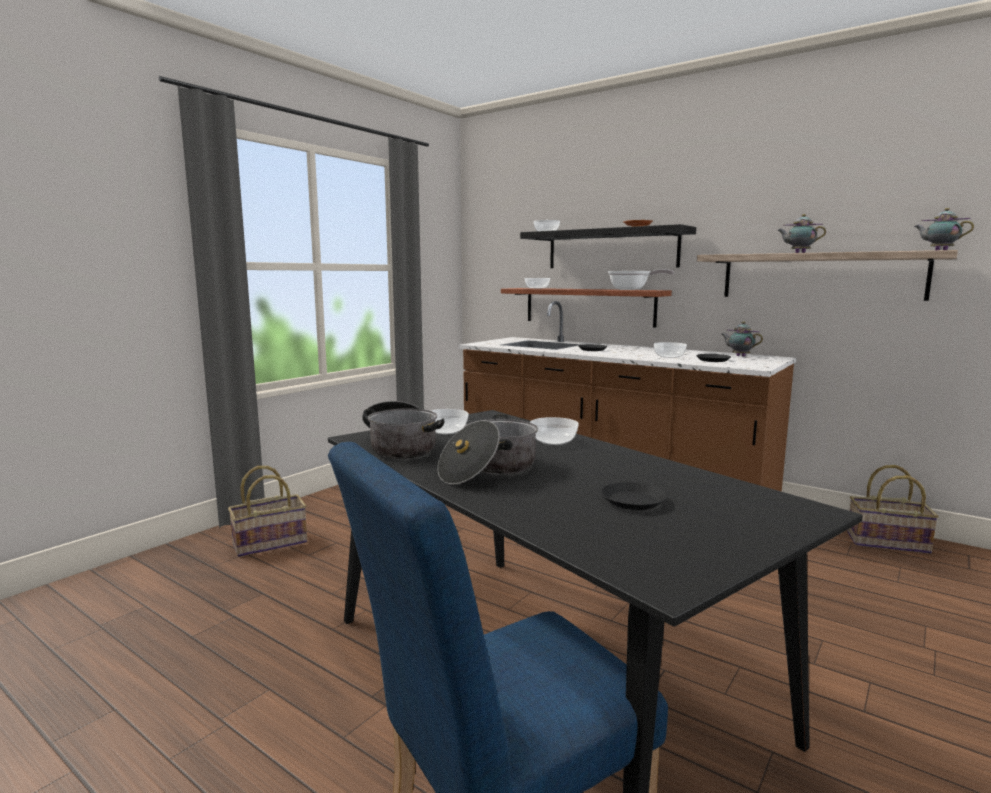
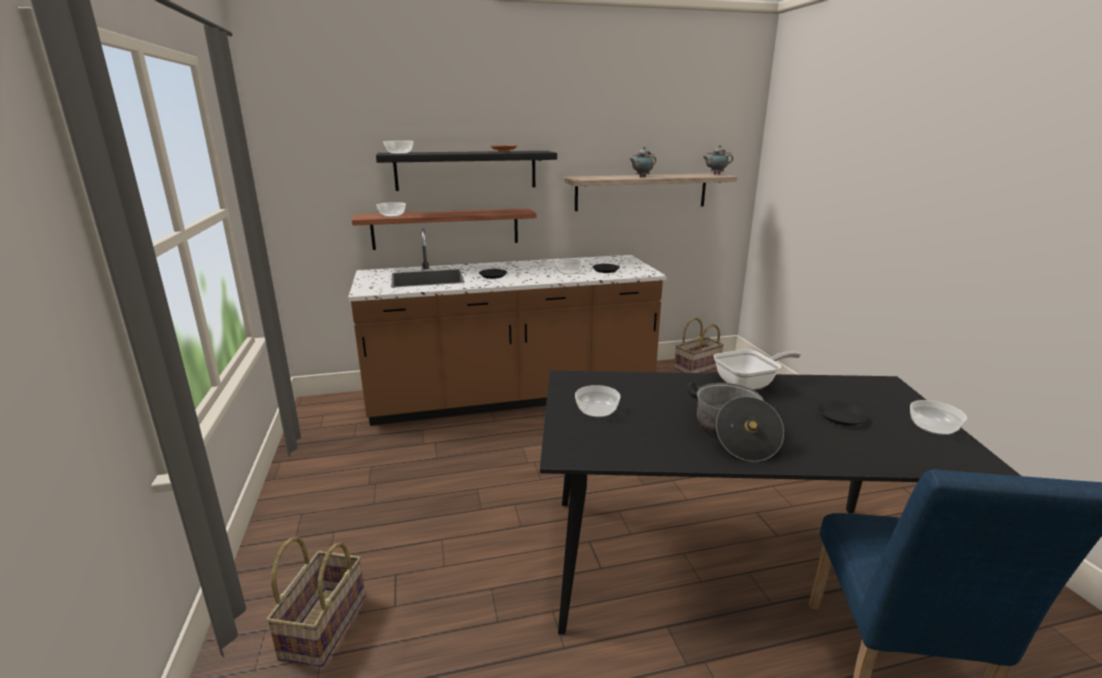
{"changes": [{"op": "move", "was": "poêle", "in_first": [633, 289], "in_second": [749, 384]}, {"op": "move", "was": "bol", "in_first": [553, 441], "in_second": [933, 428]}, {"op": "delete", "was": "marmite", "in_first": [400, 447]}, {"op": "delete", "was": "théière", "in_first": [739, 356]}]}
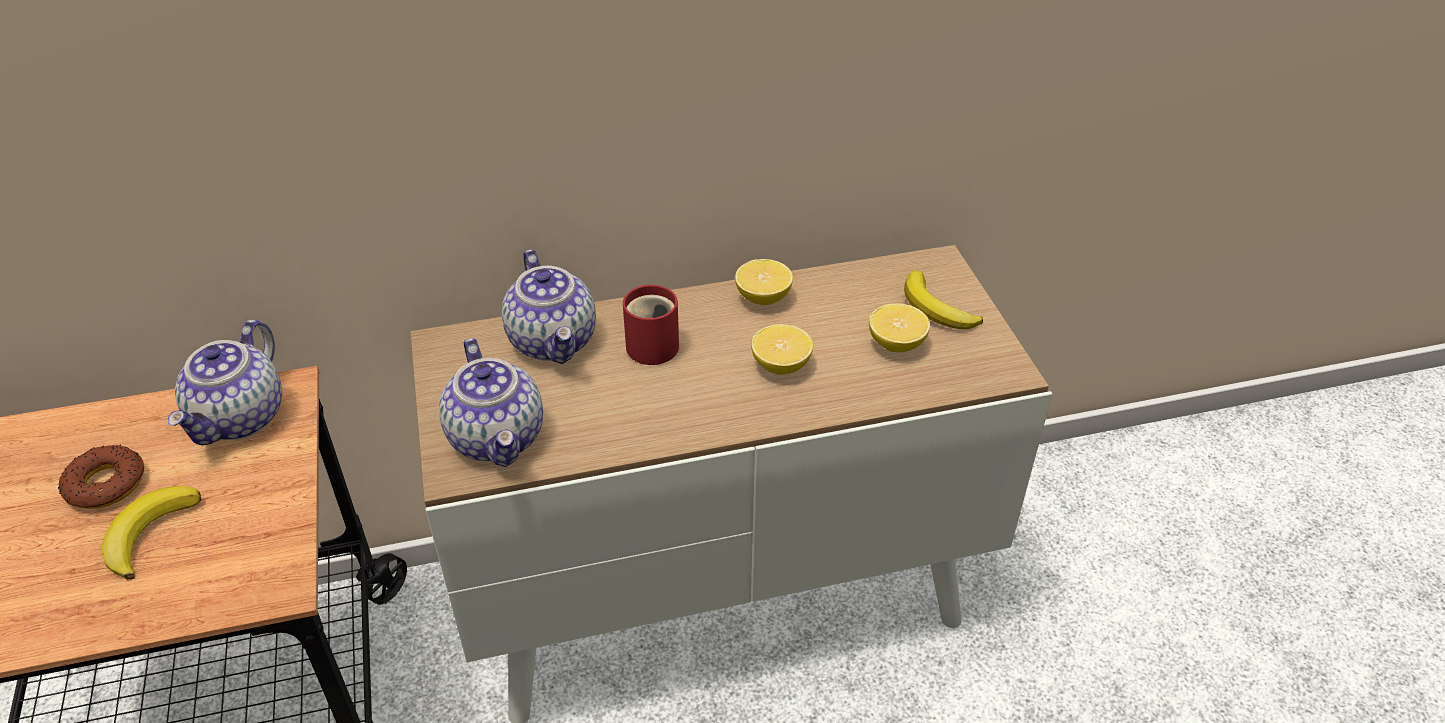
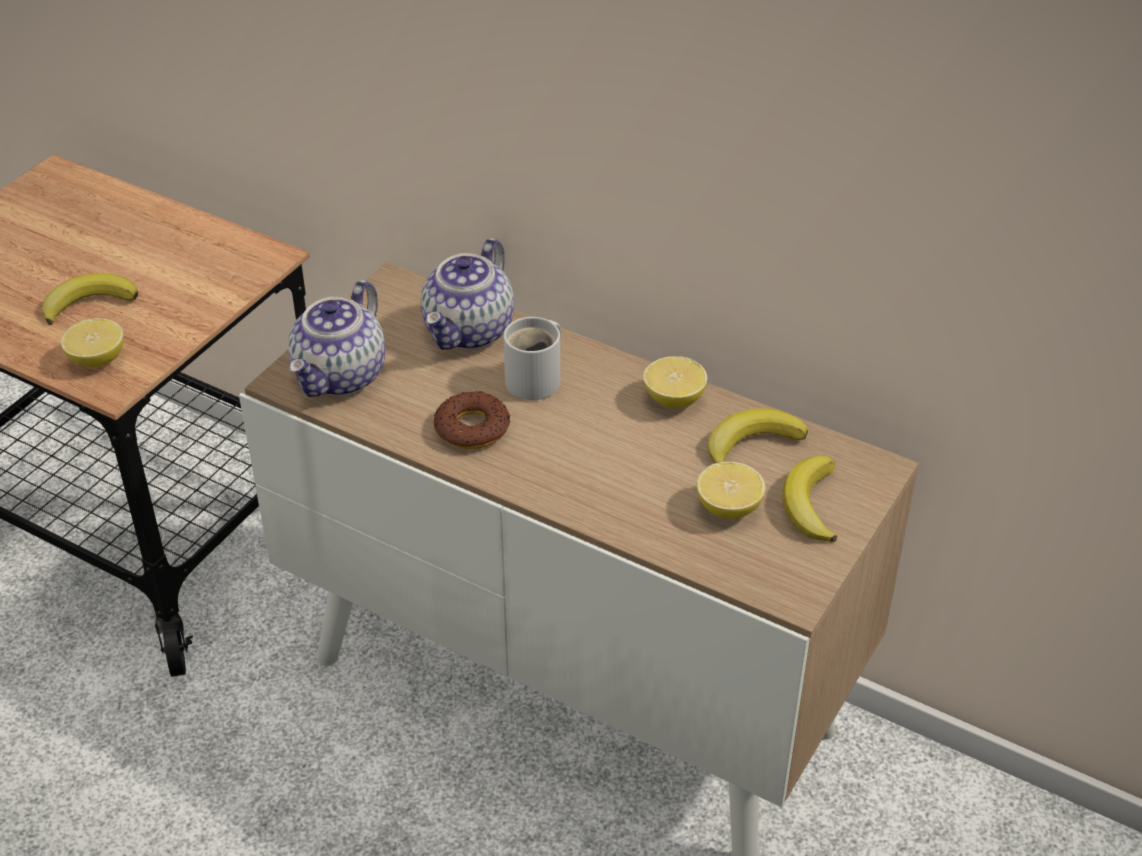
{"changes": [{"op": "move", "was": "citron", "in_first": [781, 366], "in_second": [97, 359]}, {"op": "move", "was": "beignet", "in_first": [106, 484], "in_second": [472, 428]}, {"op": "recolor", "was": "mug/rouge", "now": "mug/blanc", "in_first": [653, 343], "in_second": [537, 379]}, {"op": "insert", "now": "banane", "in_second": [751, 442]}, {"op": "delete", "was": "théière", "in_first": [240, 418]}]}
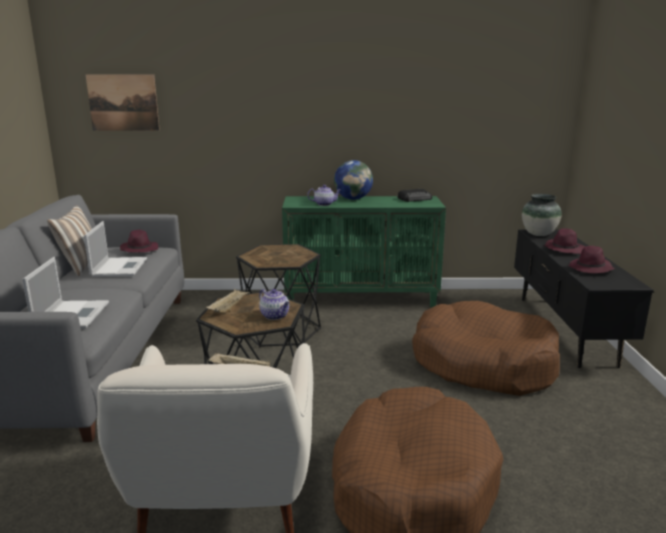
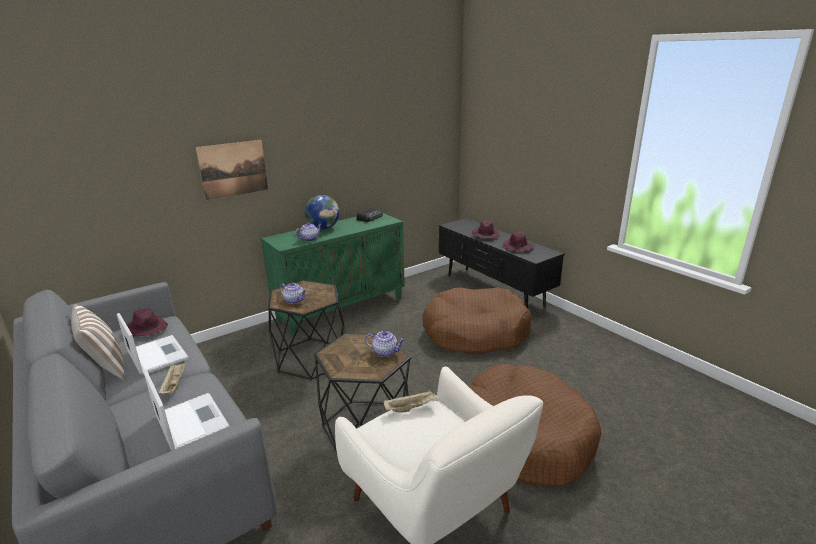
{"changes": [{"op": "move", "was": "plateau/beige", "in_first": [228, 308], "in_second": [174, 384]}, {"op": "move", "was": "tableau", "in_first": [123, 102], "in_second": [233, 169]}, {"op": "insert", "now": "théière", "in_second": [294, 301]}, {"op": "delete", "was": "vase", "in_first": [538, 234]}]}
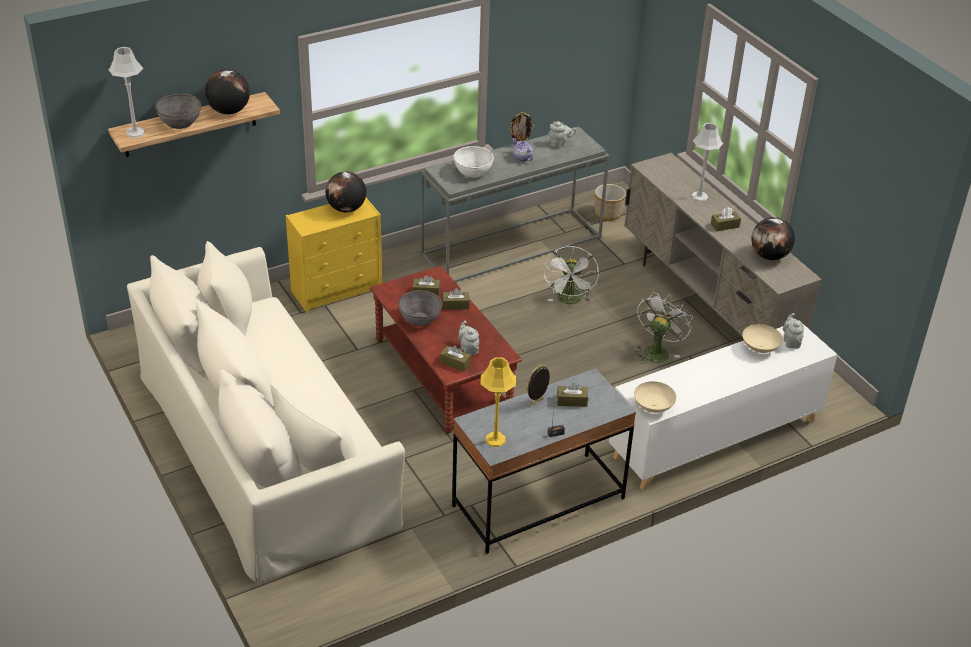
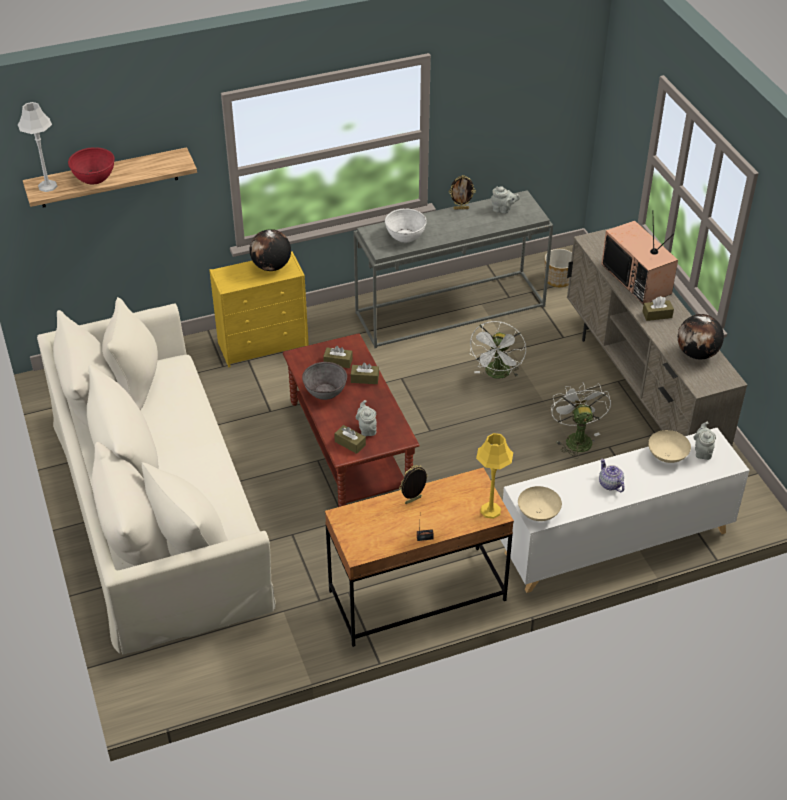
{"changes": [{"op": "recolor", "was": "bol/gris", "now": "bol/rouge", "in_first": [180, 122], "in_second": [94, 177]}, {"op": "recolor", "was": "bureau/gris", "now": "bureau/marron", "in_first": [538, 502], "in_second": [417, 596]}, {"op": "move", "was": "lampe de table/jaune", "in_first": [495, 439], "in_second": [490, 510]}, {"op": "rotate", "was": "ventilateur/blanc", "in_first": [657, 351], "in_second": [576, 438], "clockwise": -45}, {"op": "move", "was": "théière", "in_first": [521, 158], "in_second": [610, 484]}, {"op": "replace", "was": "lampe de table/gris", "now": "téléviseur", "in_first": [699, 196], "in_second": [638, 279]}, {"op": "delete", "was": "globe", "in_first": [228, 111]}, {"op": "delete", "was": "boîte à mouchoirs/marron", "in_first": [572, 401]}]}
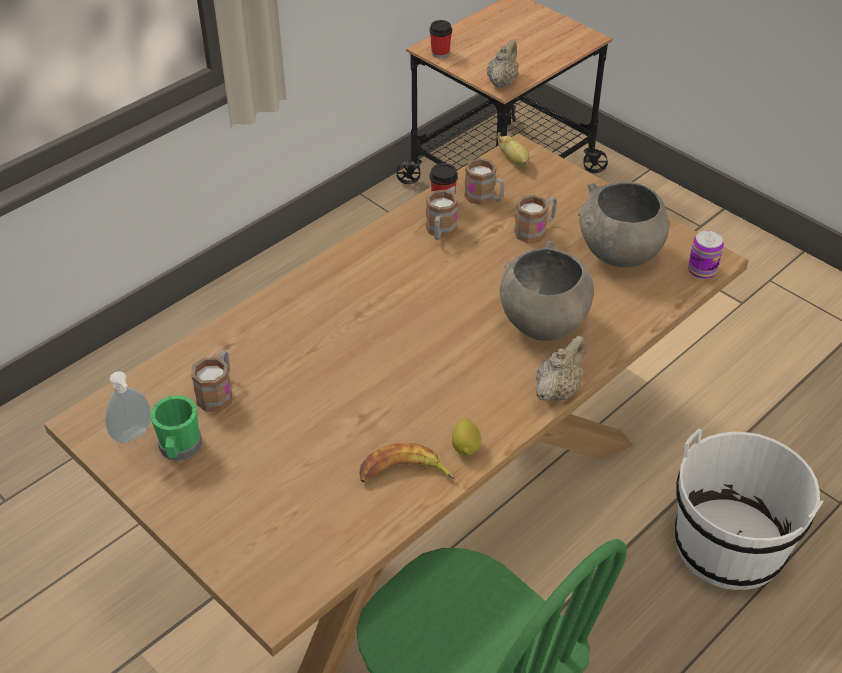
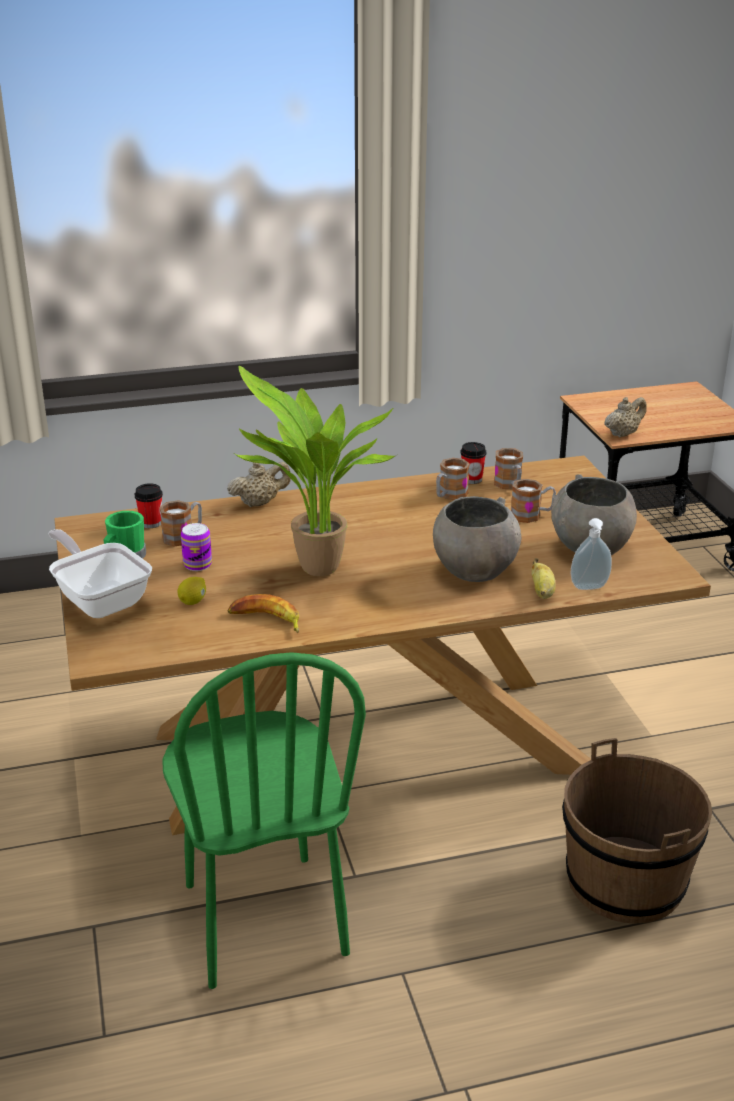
{"changes": [{"op": "insert", "now": "poêle", "in_second": [100, 599]}, {"op": "move", "was": "tasse", "in_first": [440, 53], "in_second": [151, 523]}, {"op": "move", "was": "citron", "in_first": [466, 447], "in_second": [193, 601]}, {"op": "move", "was": "boîte métallique", "in_first": [702, 270], "in_second": [197, 564]}, {"op": "move", "was": "théière/beige", "in_first": [558, 390], "in_second": [260, 503]}, {"op": "insert", "now": "plante en pot", "in_second": [315, 571]}, {"op": "move", "was": "banane", "in_first": [514, 160], "in_second": [542, 592]}, {"op": "recolor", "was": "seau/blanc", "now": "seau/marron", "in_first": [729, 545], "in_second": [625, 881]}, {"op": "move", "was": "distributeur de savon", "in_first": [134, 436], "in_second": [589, 588]}]}
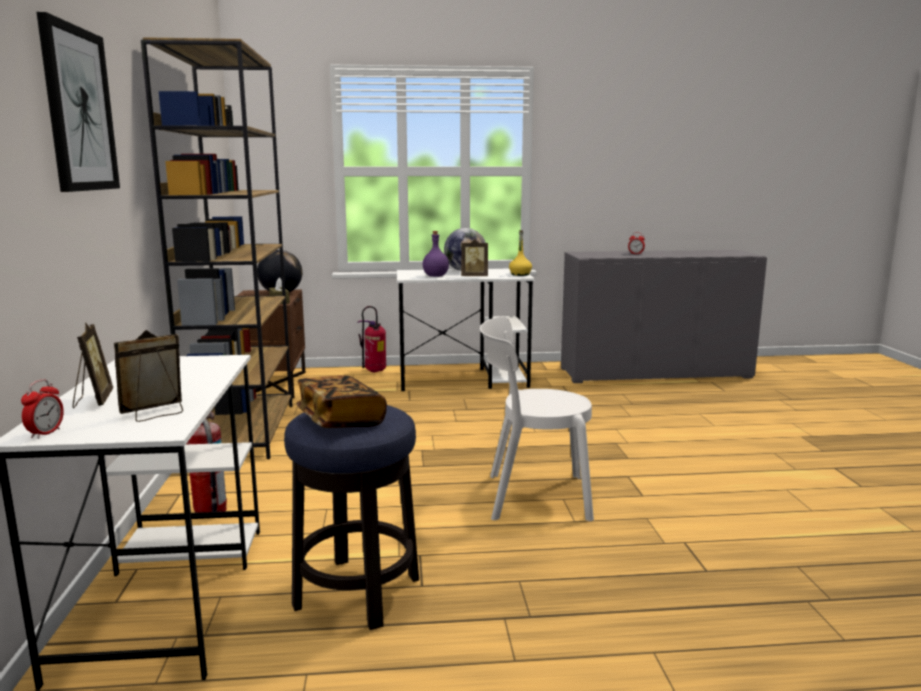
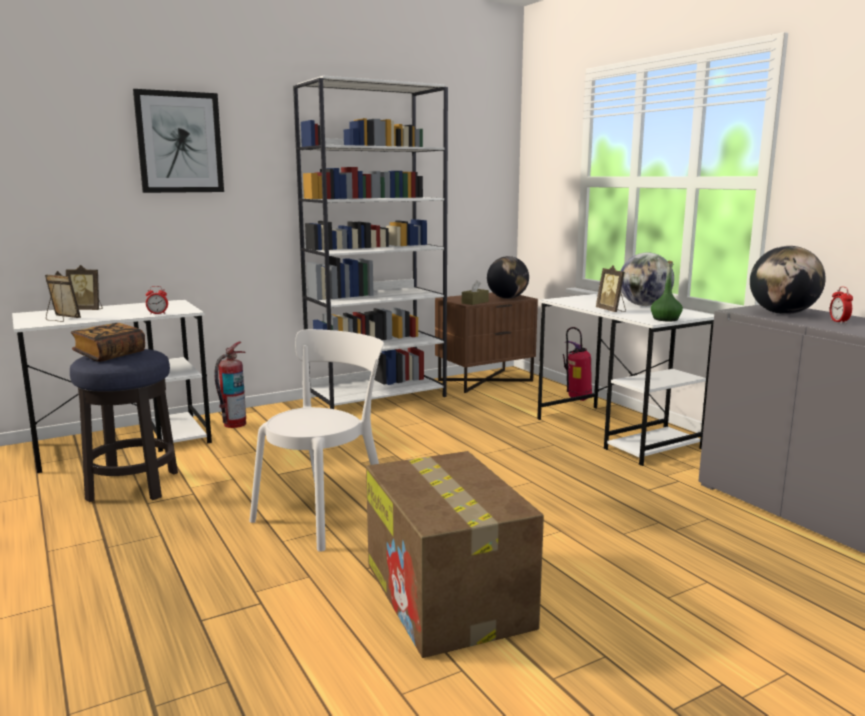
{"changes": [{"op": "rotate", "was": "cadre photo", "in_first": [93, 401], "in_second": [87, 310], "clockwise": 45}, {"op": "move", "was": "réveil", "in_first": [46, 433], "in_second": [158, 313]}, {"op": "rotate", "was": "chaise/blanc", "in_first": [531, 496], "in_second": [325, 514], "clockwise": 60}, {"op": "recolor", "was": "bibliothèque/marron", "now": "bibliothèque/blanc", "in_first": [243, 430], "in_second": [377, 397]}, {"op": "insert", "now": "carton", "in_second": [448, 597]}, {"op": "recolor", "was": "bouteille/jaune", "now": "bouteille/vert", "in_first": [520, 274], "in_second": [665, 319]}, {"op": "insert", "now": "globe", "in_second": [782, 313]}, {"op": "delete", "was": "bouteille/violet", "in_first": [435, 276]}]}
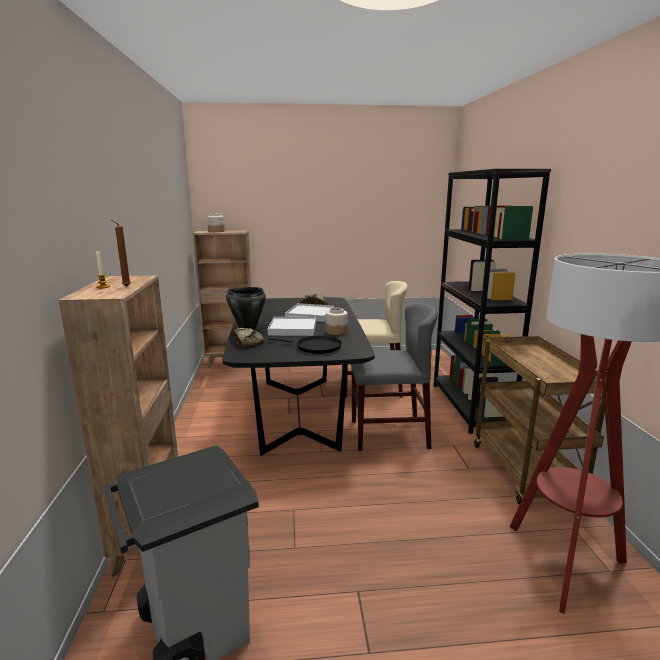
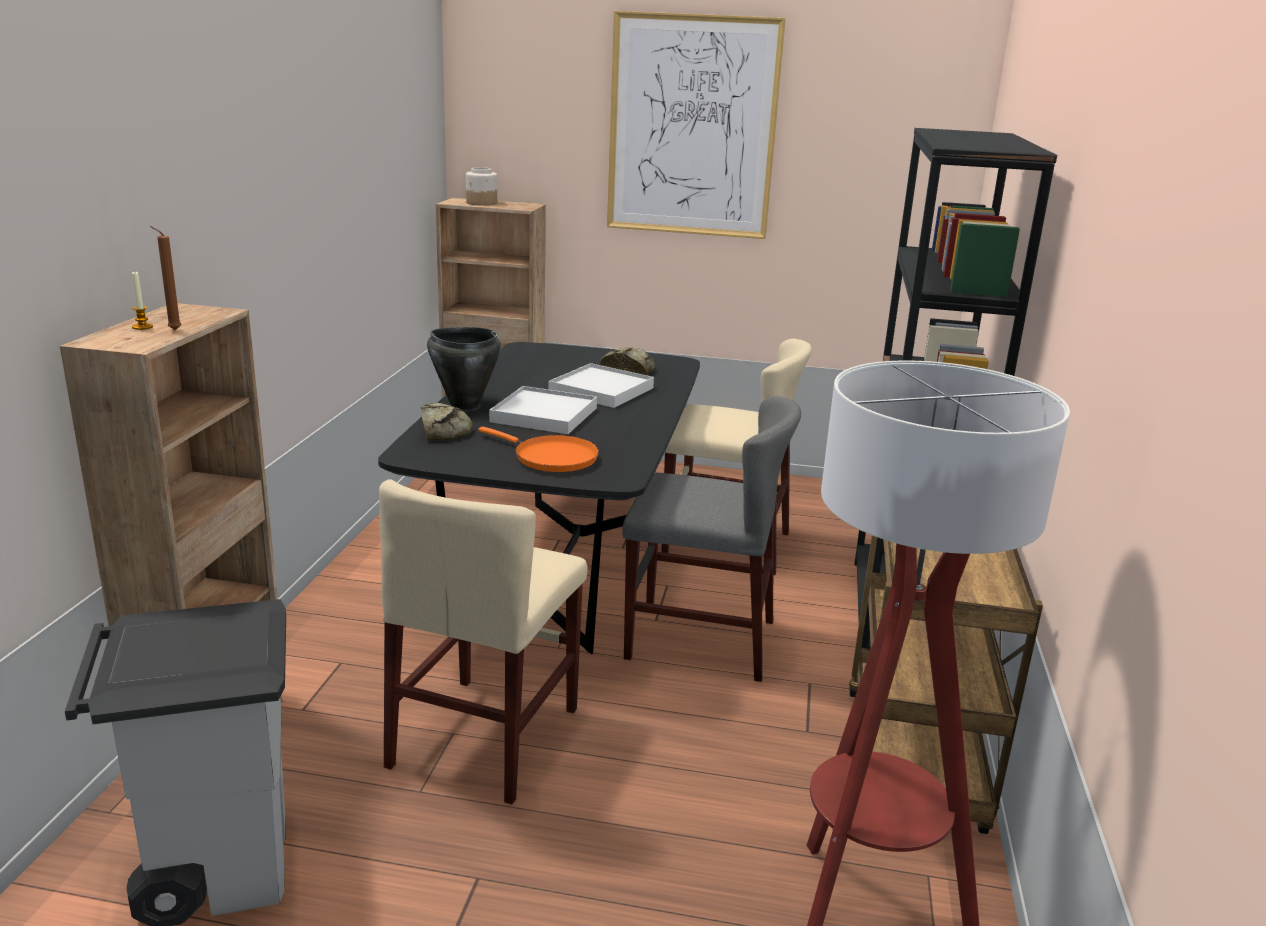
{"changes": [{"op": "insert", "now": "chaise/beige", "in_second": [485, 737]}, {"op": "recolor", "was": "poêle/noir", "now": "poêle/orange", "in_first": [315, 347], "in_second": [551, 458]}, {"op": "insert", "now": "tableau", "in_second": [692, 127]}, {"op": "delete", "was": "bocal", "in_first": [336, 331]}]}
